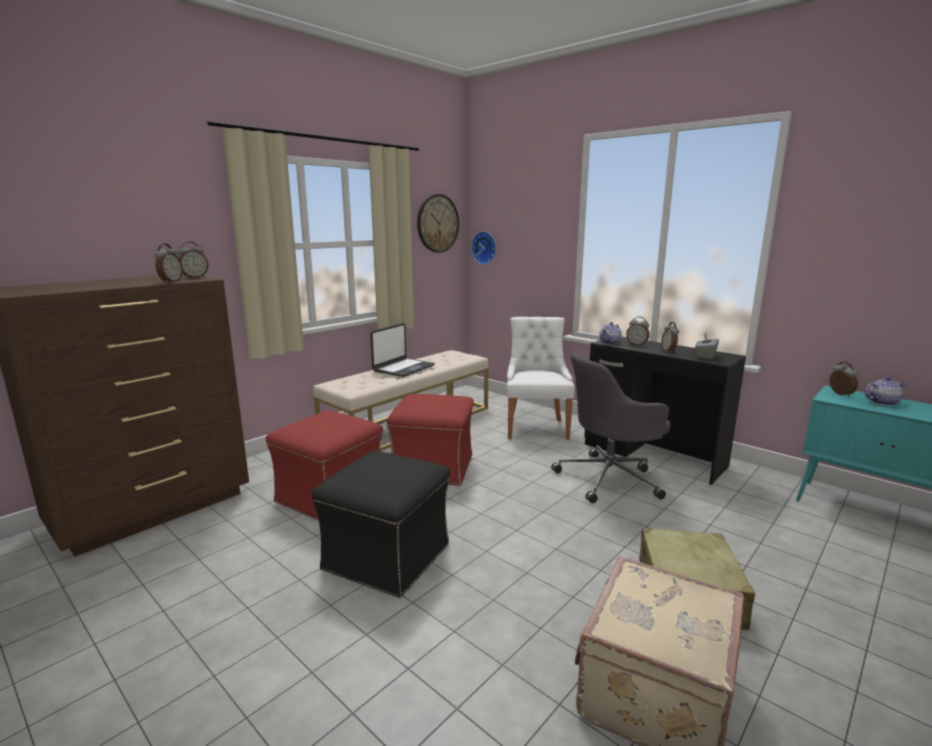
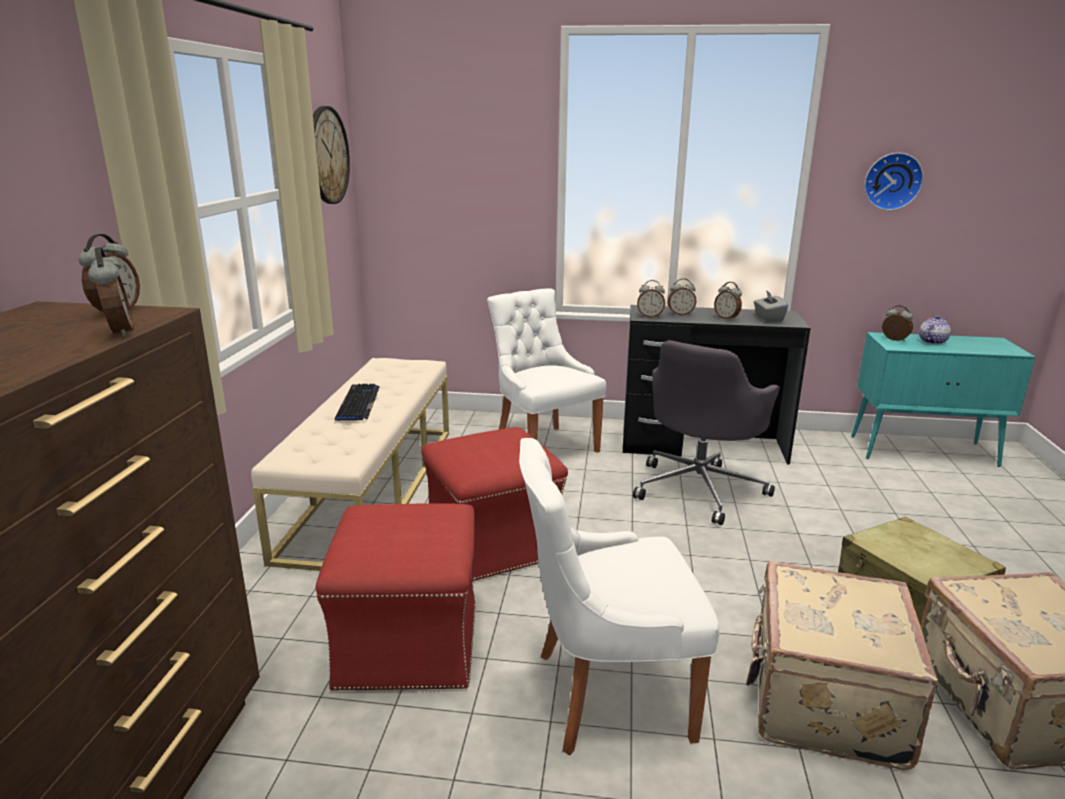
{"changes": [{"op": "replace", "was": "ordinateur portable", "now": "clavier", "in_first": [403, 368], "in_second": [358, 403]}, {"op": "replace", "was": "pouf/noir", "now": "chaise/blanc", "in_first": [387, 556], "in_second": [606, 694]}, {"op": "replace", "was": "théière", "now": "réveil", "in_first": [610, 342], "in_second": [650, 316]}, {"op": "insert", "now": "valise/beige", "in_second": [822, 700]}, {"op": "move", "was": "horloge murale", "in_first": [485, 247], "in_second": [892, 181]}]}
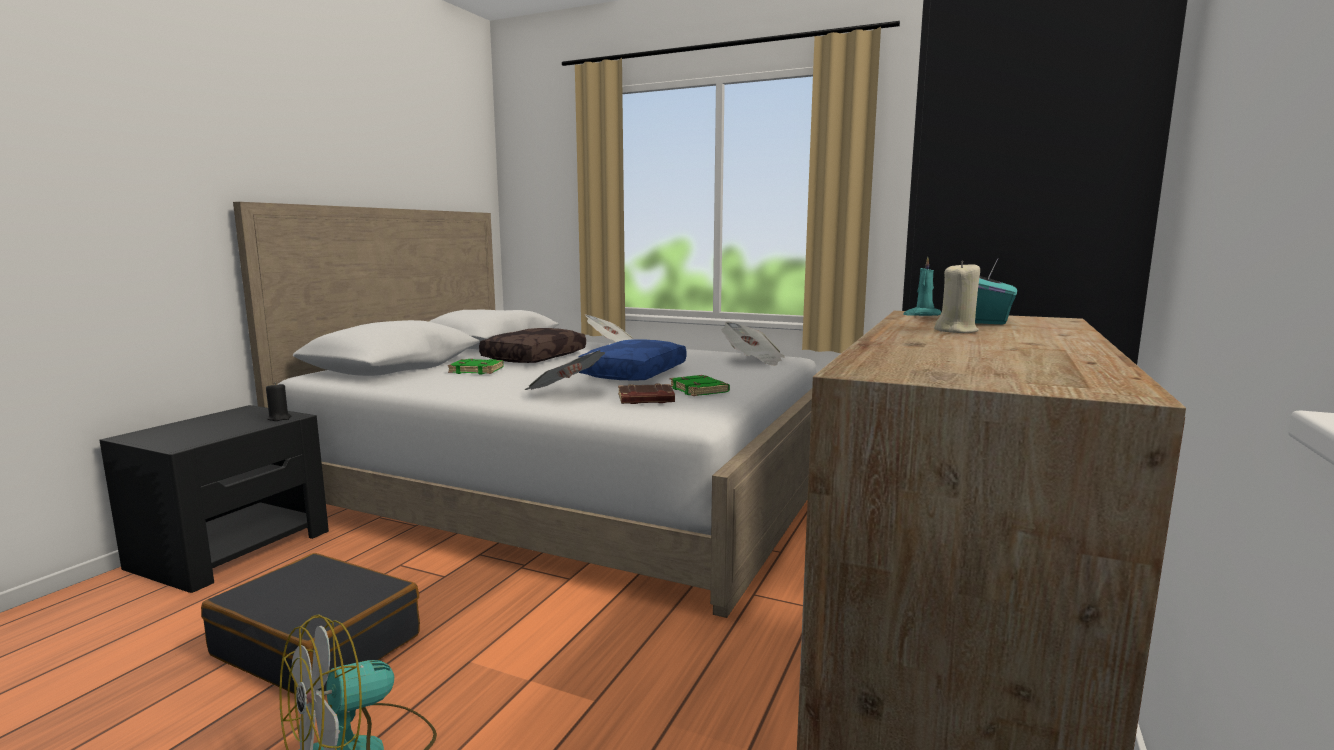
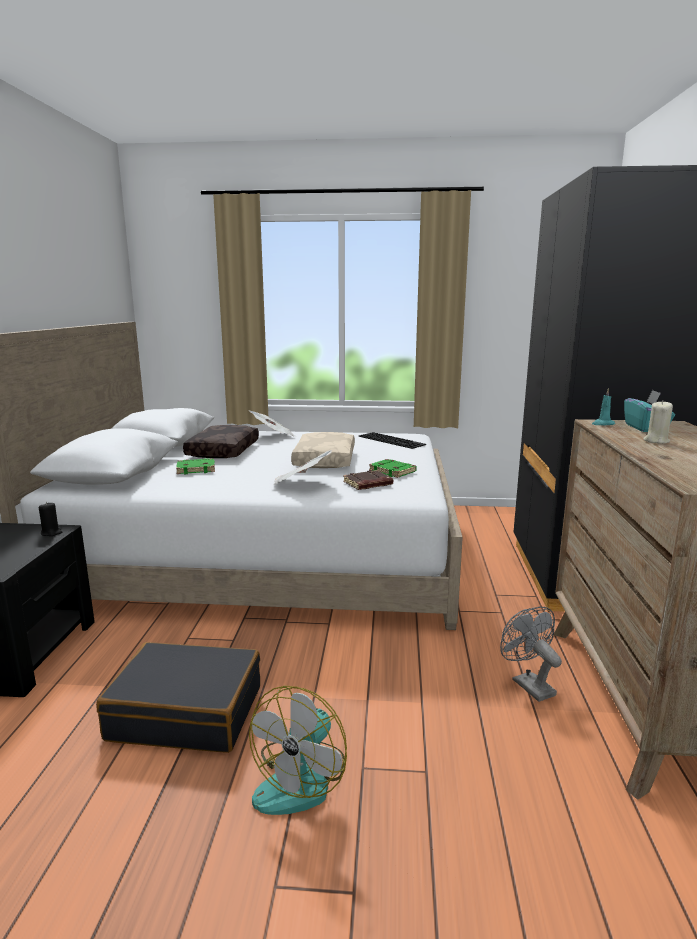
{"changes": [{"op": "recolor", "was": "coussin/bleu", "now": "coussin/beige", "in_first": [633, 373], "in_second": [323, 460]}, {"op": "replace", "was": "journal", "now": "clavier", "in_first": [753, 361], "in_second": [392, 440]}, {"op": "insert", "now": "ventilateur/gris", "in_second": [528, 684]}]}
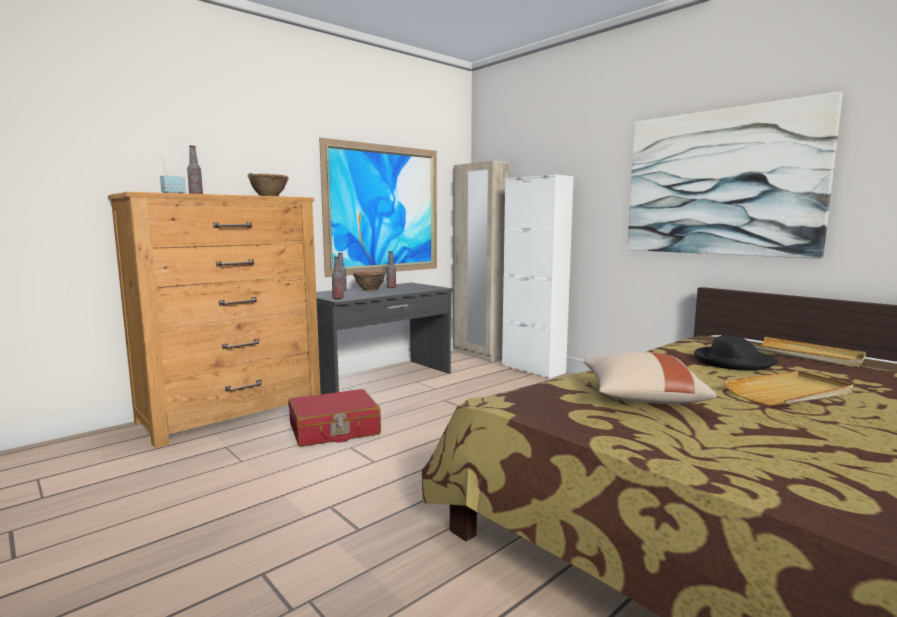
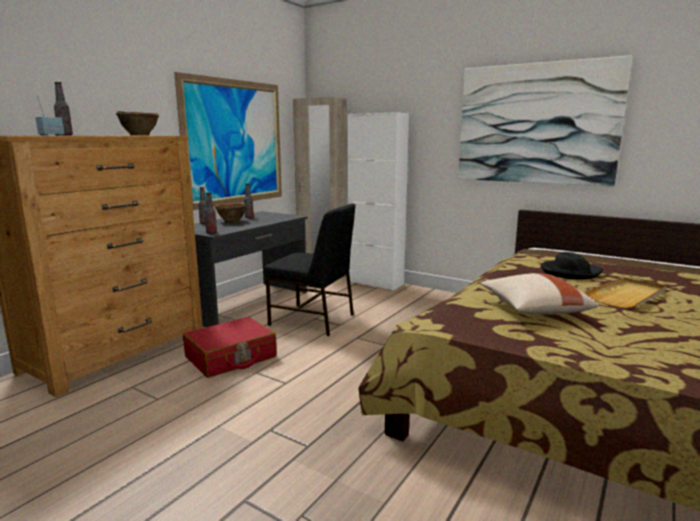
{"changes": [{"op": "insert", "now": "chaise/noir", "in_second": [313, 320]}, {"op": "delete", "was": "plateau/beige", "in_first": [808, 355]}]}
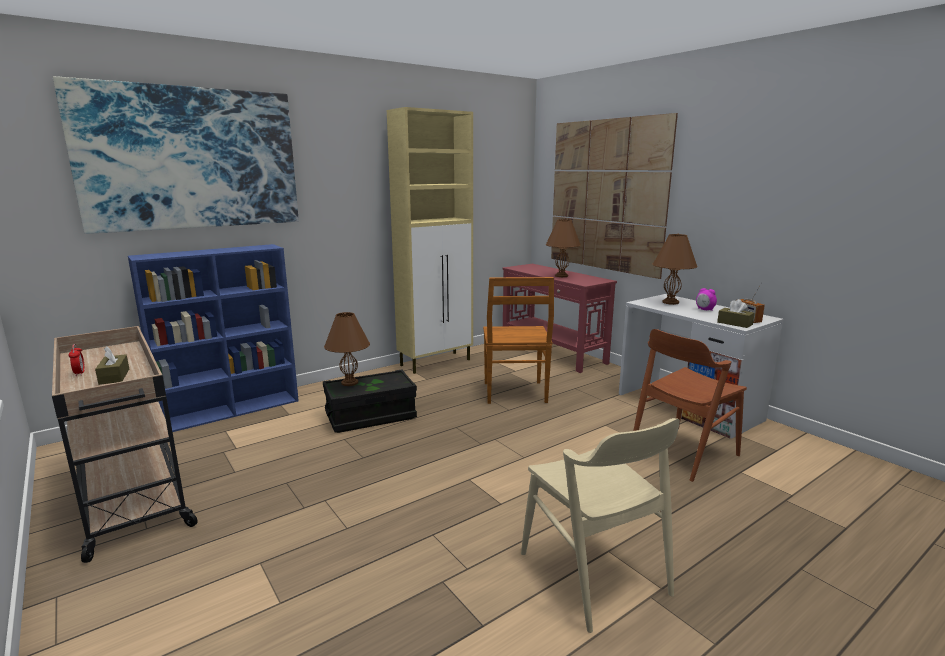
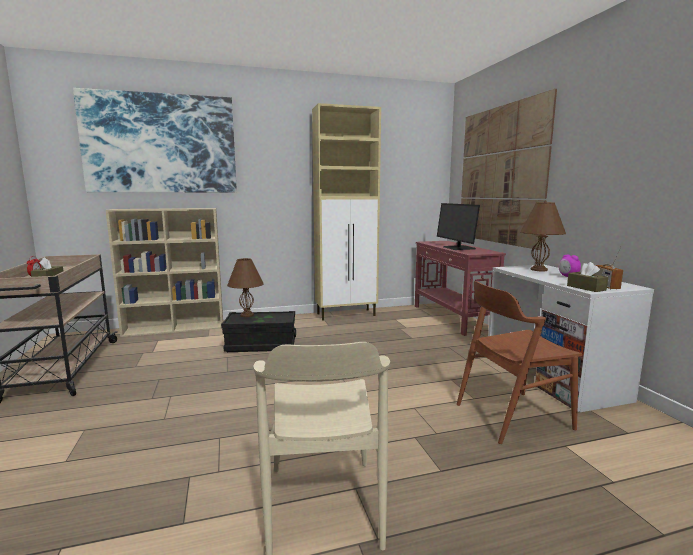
{"changes": [{"op": "recolor", "was": "bibliothèque/bleu", "now": "bibliothèque/beige", "in_first": [232, 410], "in_second": [175, 328]}, {"op": "replace", "was": "lampe de table/marron", "now": "écran d'ordinateur", "in_first": [562, 276], "in_second": [458, 248]}, {"op": "delete", "was": "chaise/marron", "in_first": [515, 393]}]}
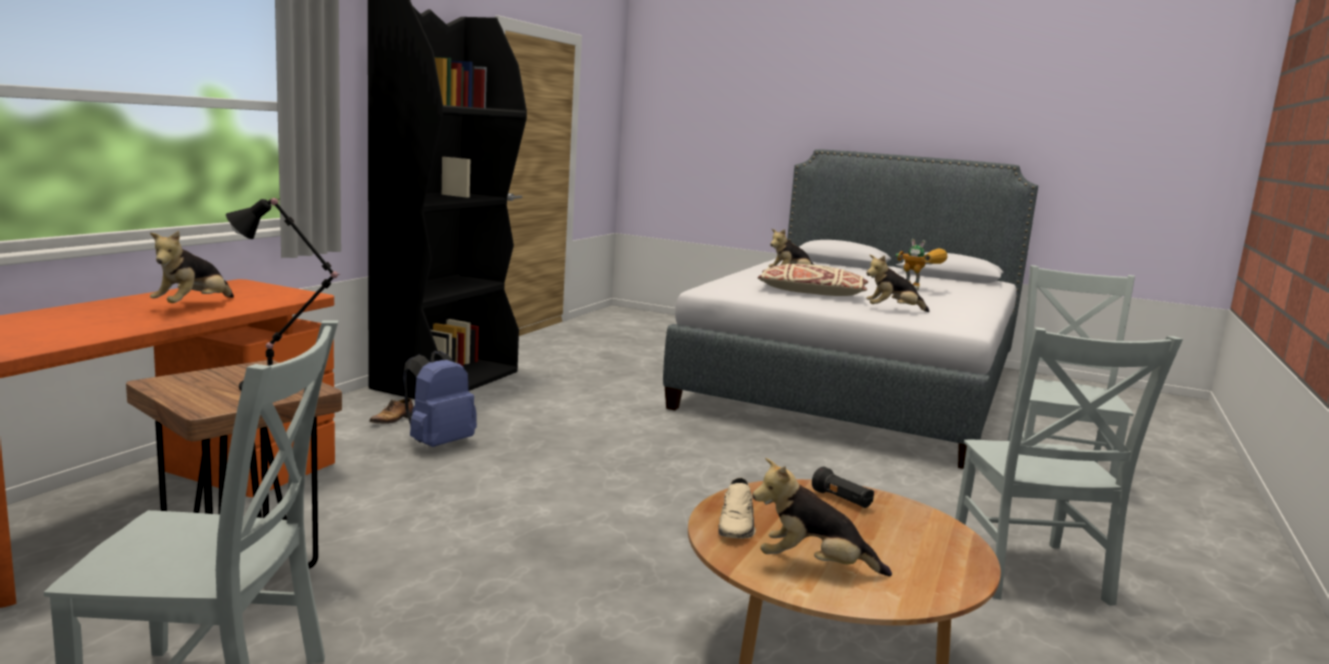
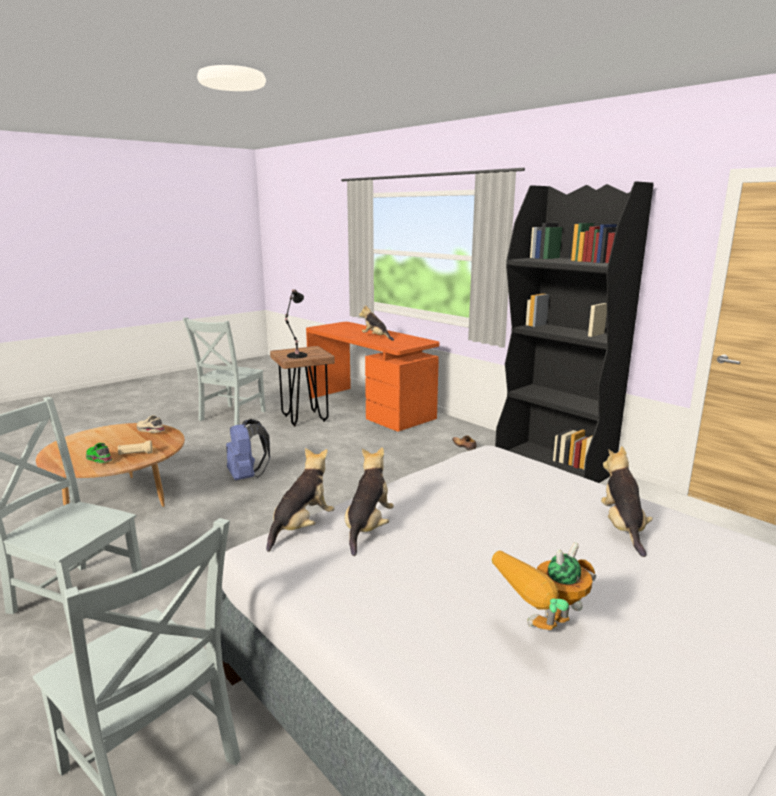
{"changes": [{"op": "insert", "now": "chaussure/vert", "in_second": [98, 459]}, {"op": "recolor", "was": "lampe de poche/noir", "now": "lampe de poche/beige", "in_first": [842, 500], "in_second": [135, 454]}, {"op": "move", "was": "sac à dos/bleu", "in_first": [437, 443], "in_second": [247, 476]}, {"op": "move", "was": "peluche", "in_first": [813, 566], "in_second": [302, 527]}, {"op": "delete", "was": "coussin/beige", "in_first": [811, 293]}]}
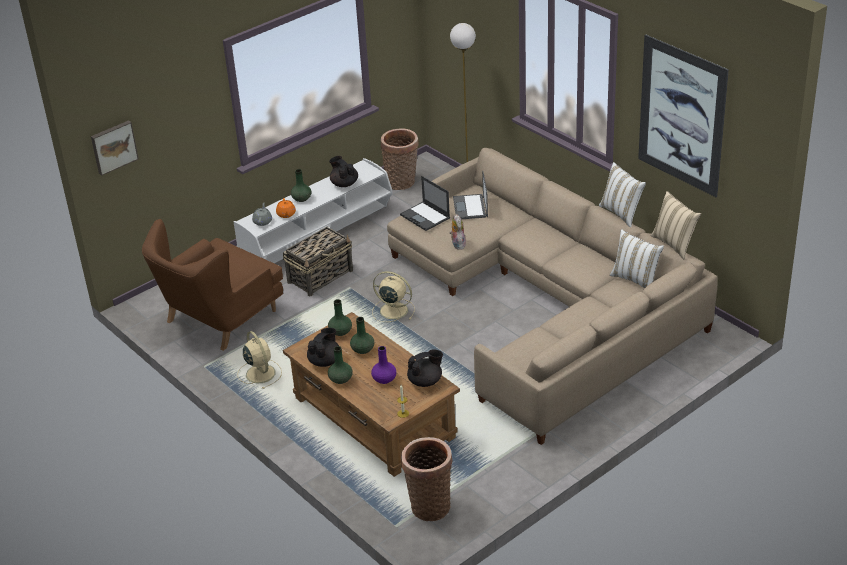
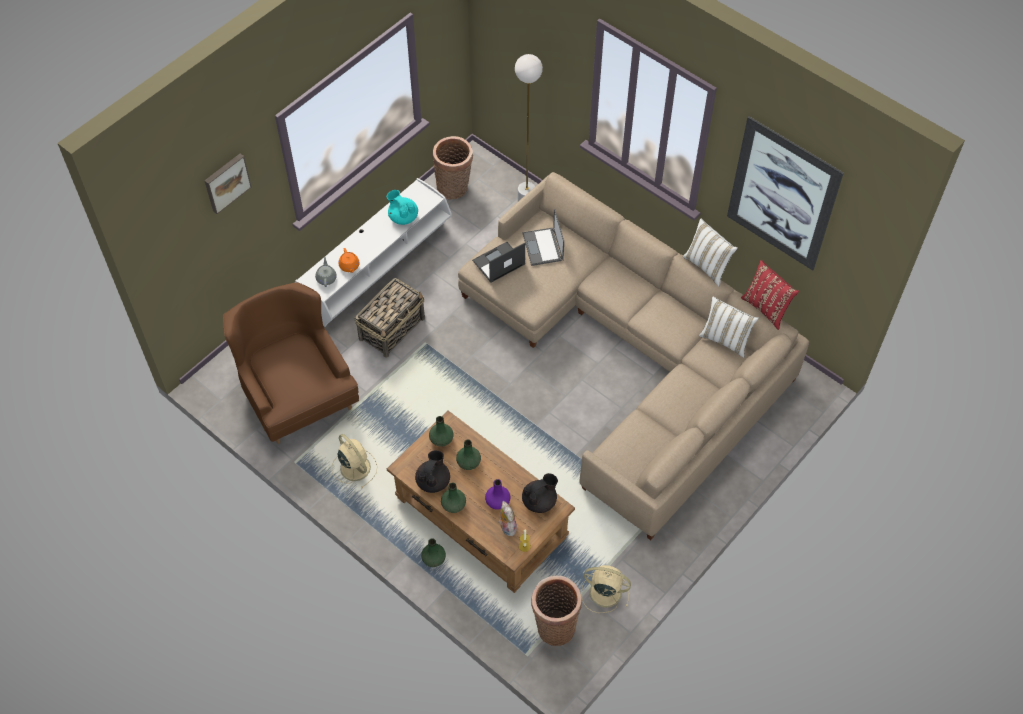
{"changes": [{"op": "move", "was": "tableau", "in_first": [113, 147], "in_second": [226, 182]}, {"op": "rotate", "was": "fauteuil/marron", "in_first": [219, 318], "in_second": [297, 394], "clockwise": 120}, {"op": "recolor", "was": "théière/noir", "now": "théière/turquoise", "in_first": [344, 183], "in_second": [403, 217]}, {"op": "move", "was": "vase/vert", "in_first": [301, 199], "in_second": [434, 559]}, {"op": "rotate", "was": "ordinateur portable", "in_first": [425, 216], "in_second": [498, 263], "clockwise": 105}, {"op": "move", "was": "peluche", "in_first": [457, 244], "in_second": [506, 527]}, {"op": "move", "was": "ventilateur/beige", "in_first": [392, 310], "in_second": [604, 592]}, {"op": "recolor", "was": "coussin/beige", "now": "coussin/rouge", "in_first": [674, 244], "in_second": [766, 308]}]}
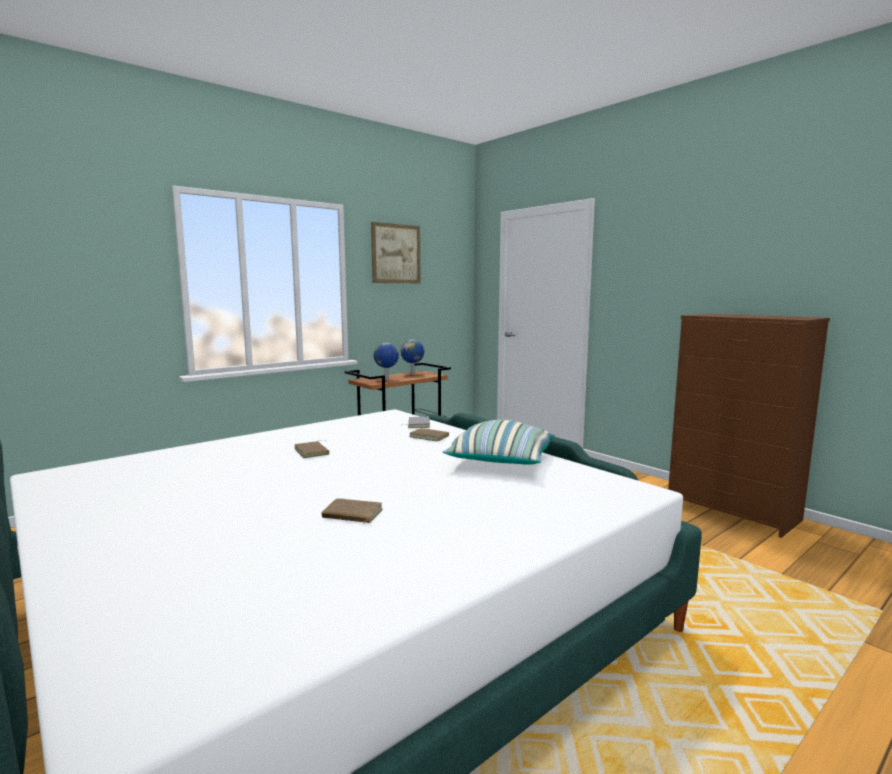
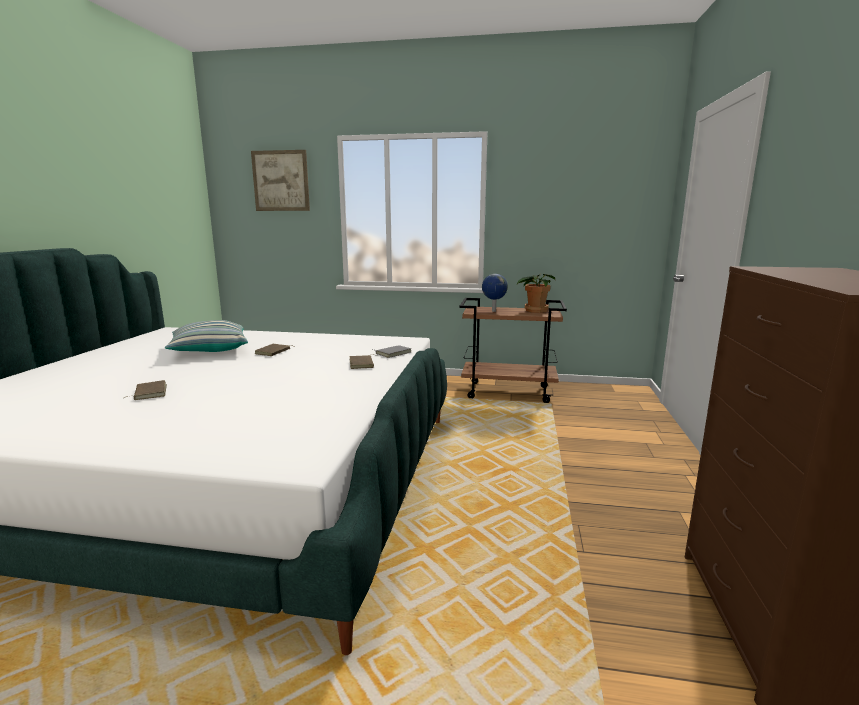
{"changes": [{"op": "move", "was": "coussin", "in_first": [501, 461], "in_second": [209, 350]}, {"op": "move", "was": "tableau", "in_first": [396, 254], "in_second": [281, 181]}, {"op": "replace", "was": "globe", "now": "plante en pot", "in_first": [413, 374], "in_second": [535, 310]}]}
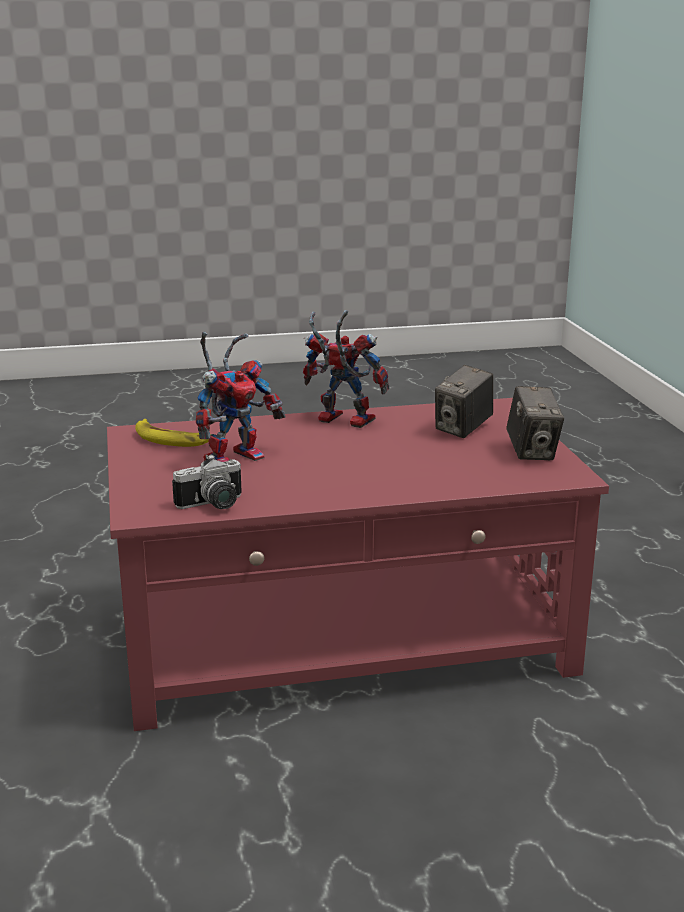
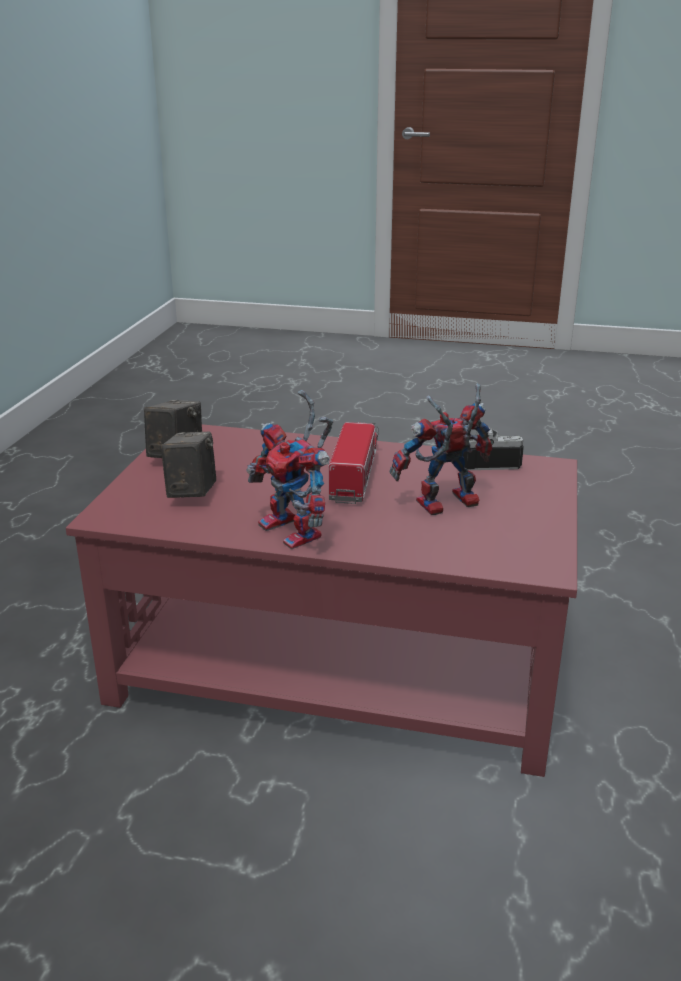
{"changes": [{"op": "rotate", "was": "appareil photo", "in_first": [463, 429], "in_second": [192, 493], "clockwise": -60}, {"op": "insert", "now": "camion jouet", "in_second": [354, 472]}, {"op": "delete", "was": "banane", "in_first": [171, 439]}]}
